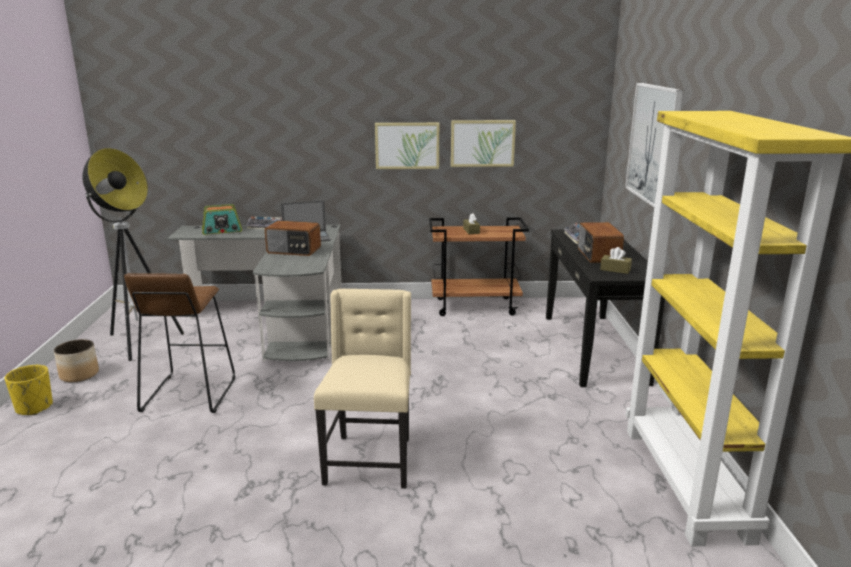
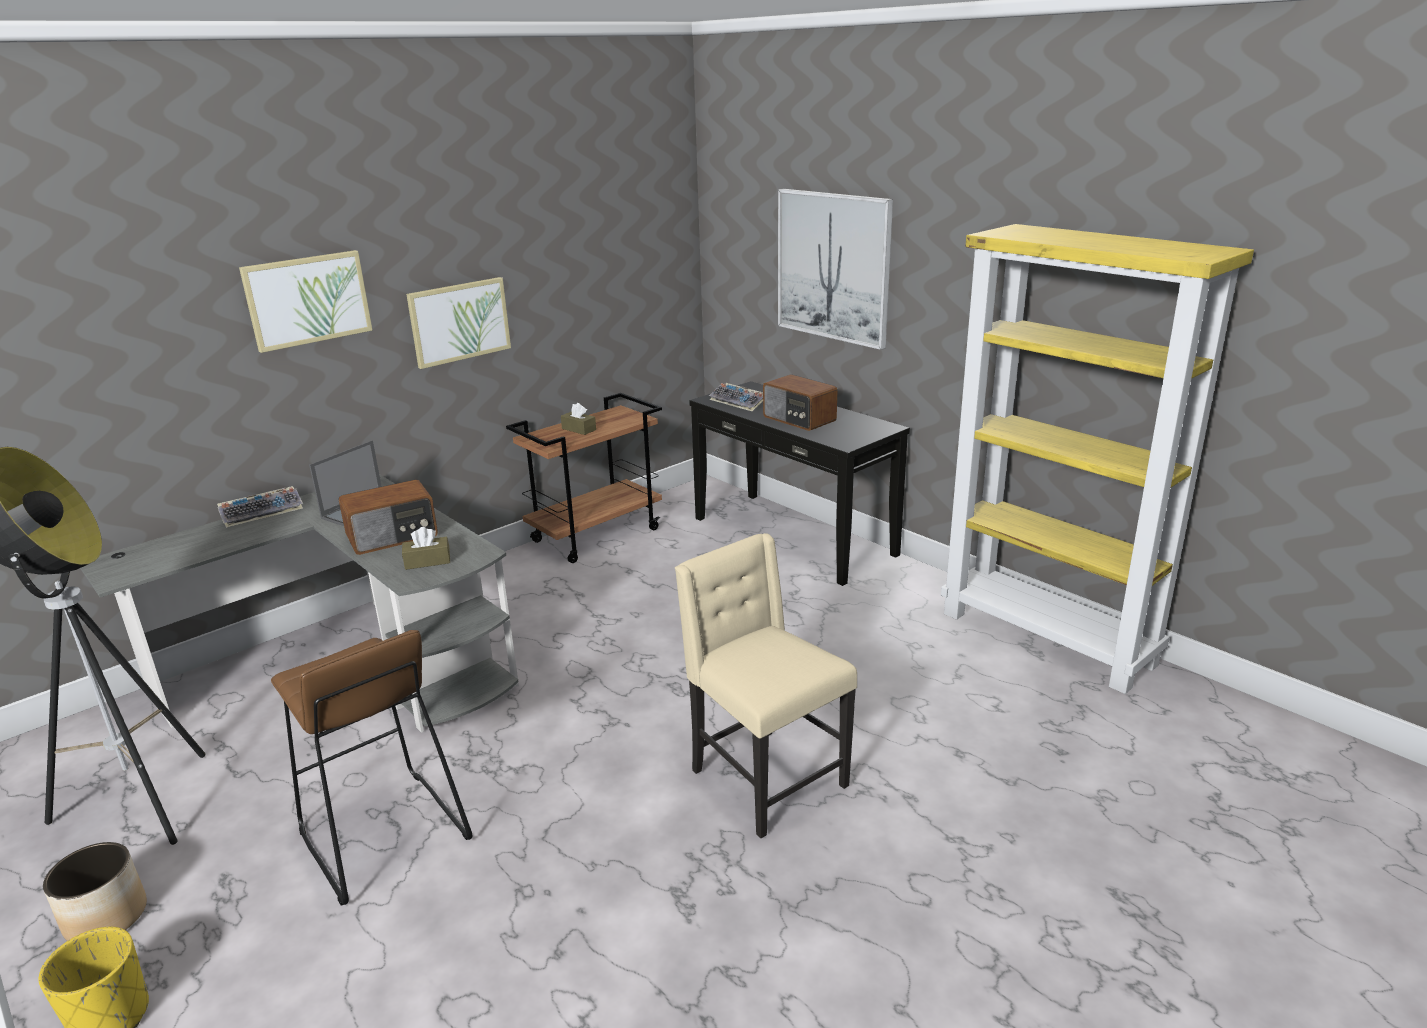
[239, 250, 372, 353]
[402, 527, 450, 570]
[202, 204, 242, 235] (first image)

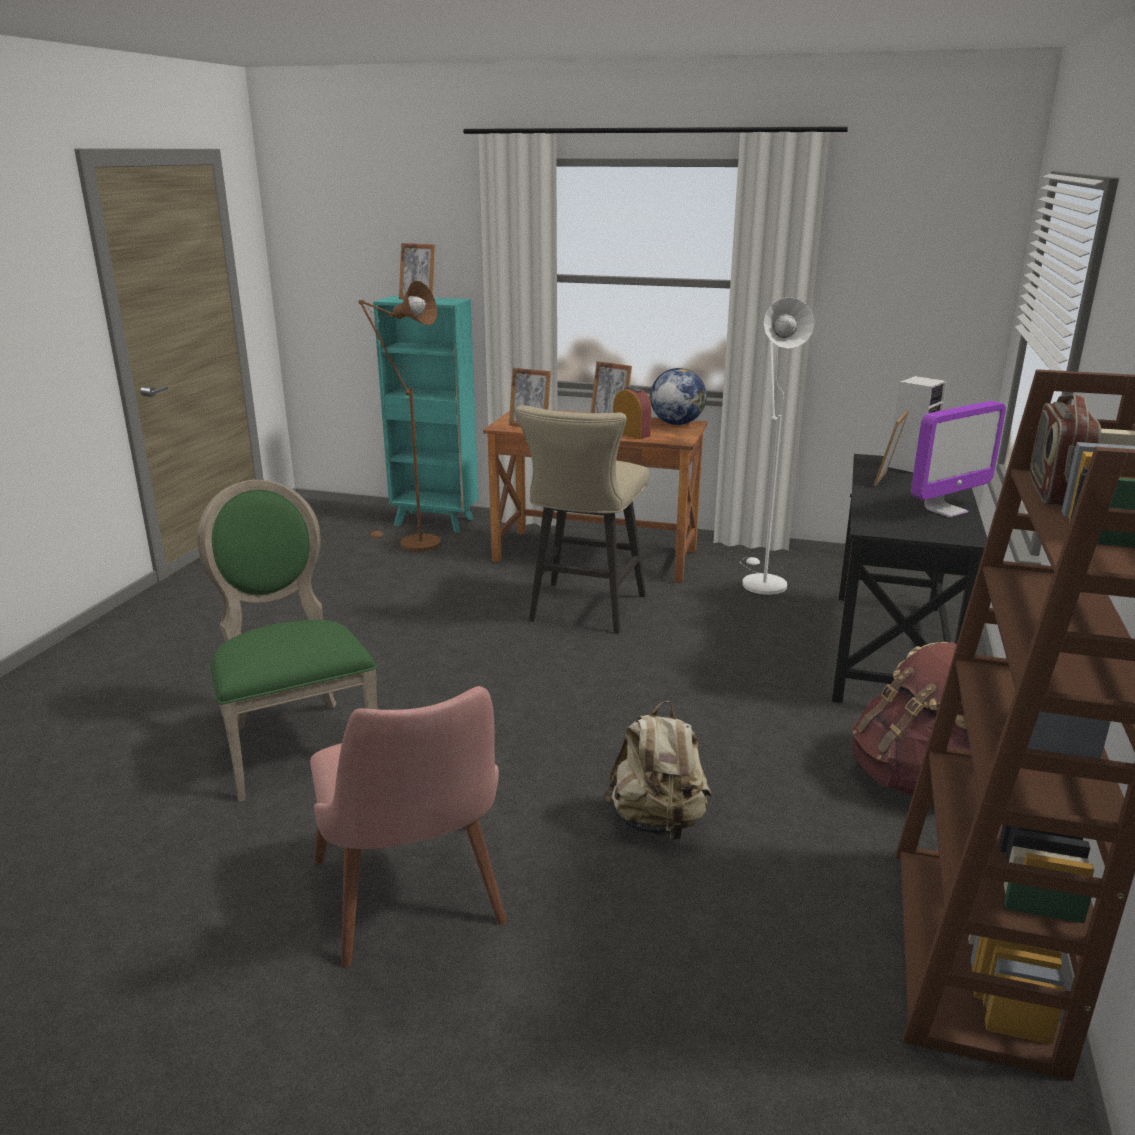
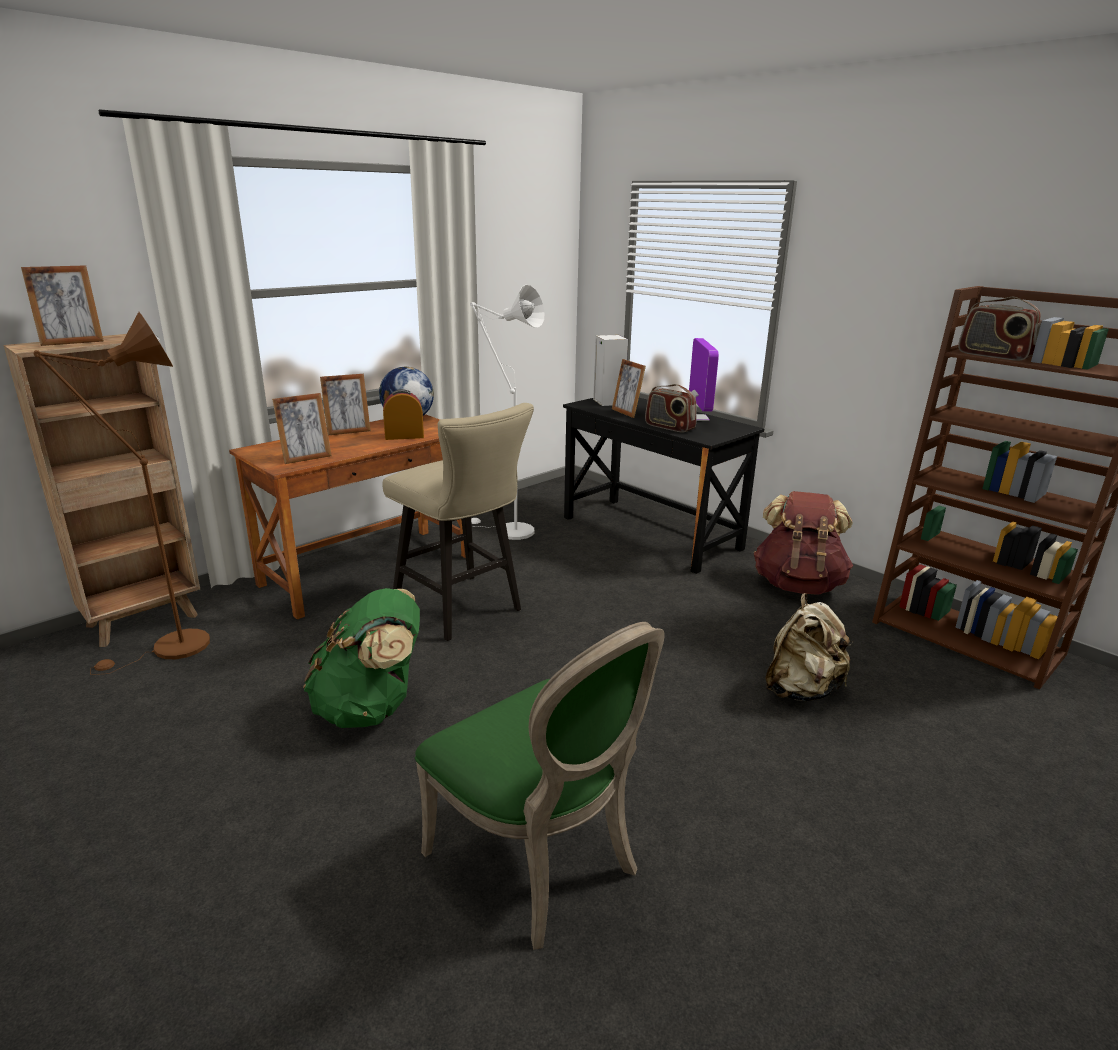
[3, 334, 200, 647]
[303, 588, 420, 728]
[415, 622, 665, 950]
[645, 384, 697, 433]
[310, 686, 507, 968] (first image)

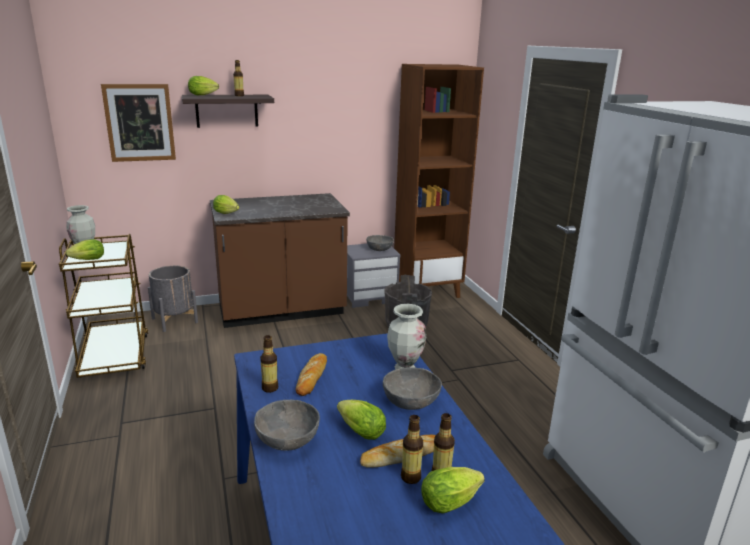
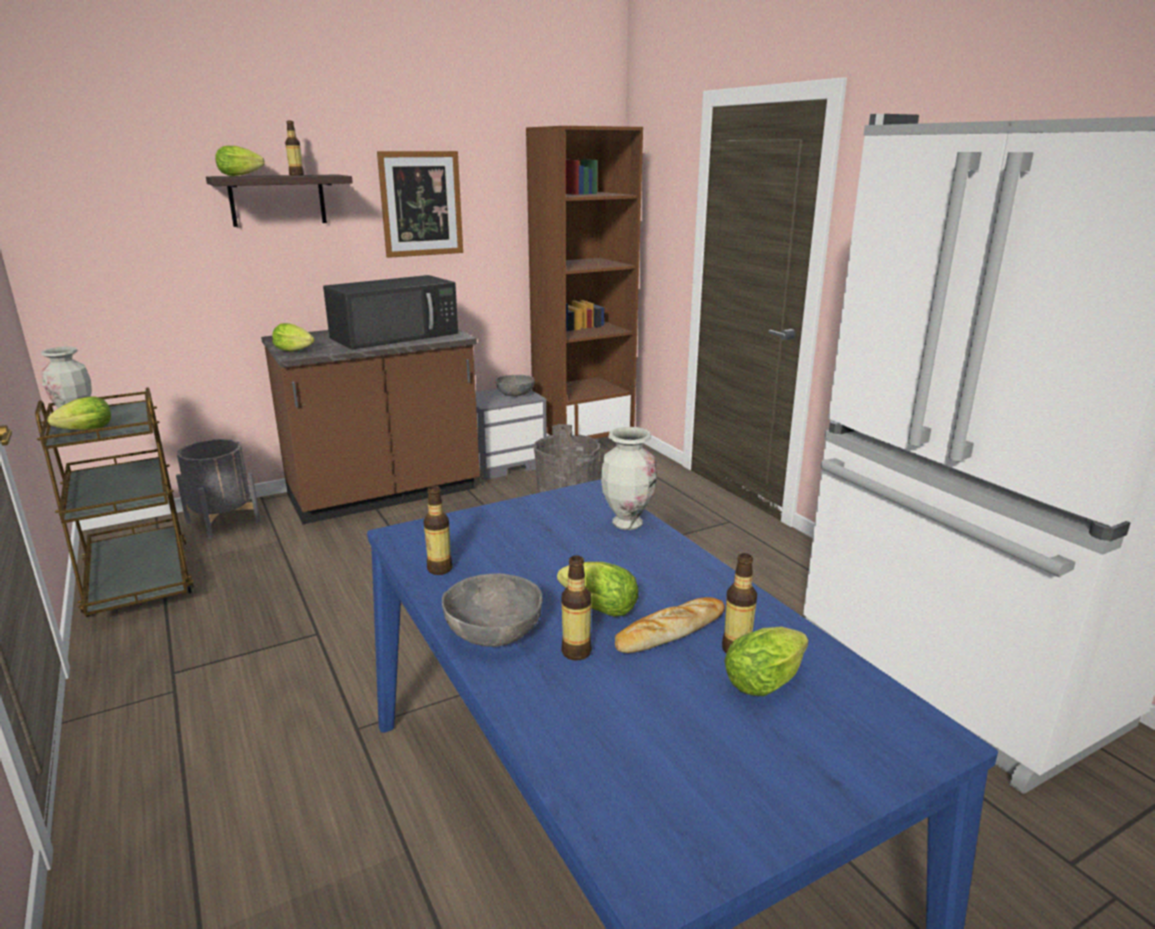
[323, 275, 458, 350]
[377, 151, 463, 258]
[561, 555, 592, 660]
[296, 353, 327, 396] (first image)
[383, 367, 442, 410] (first image)

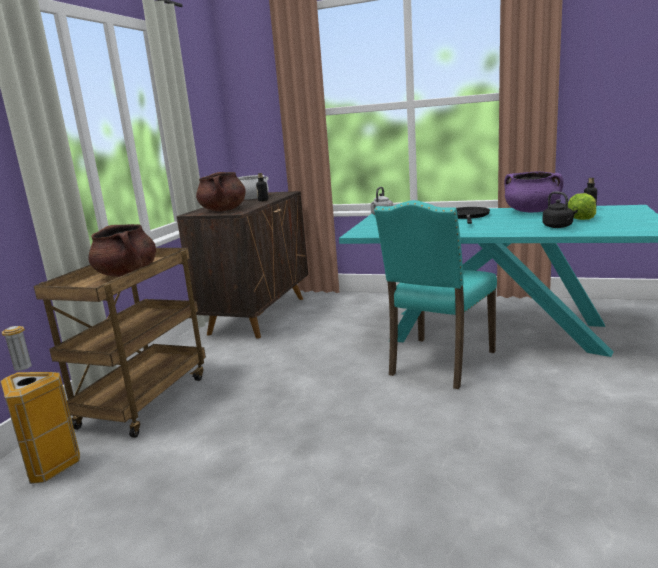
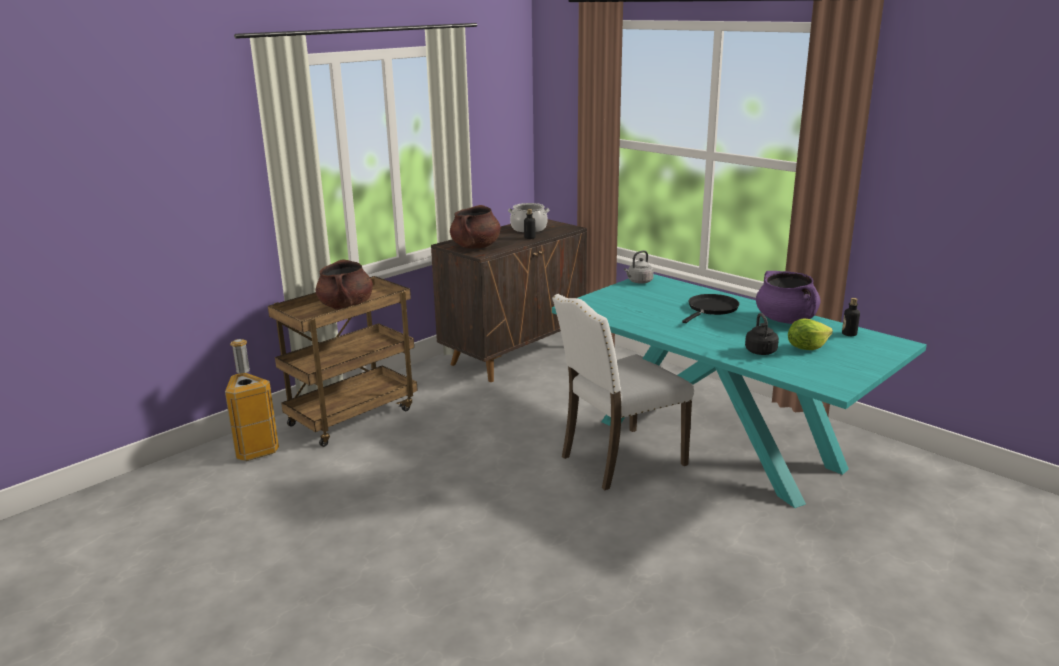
[552, 294, 694, 490]

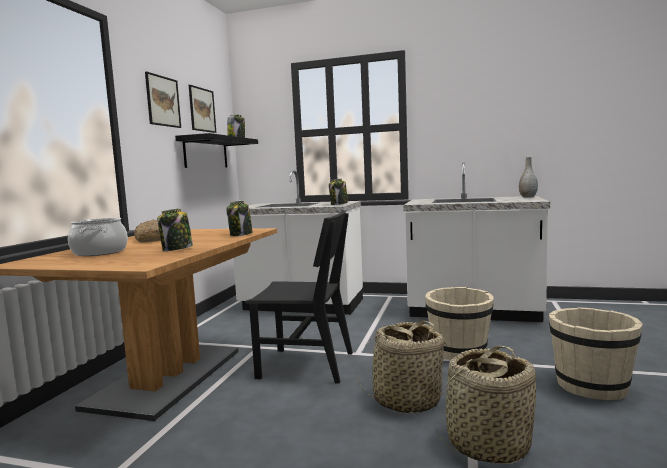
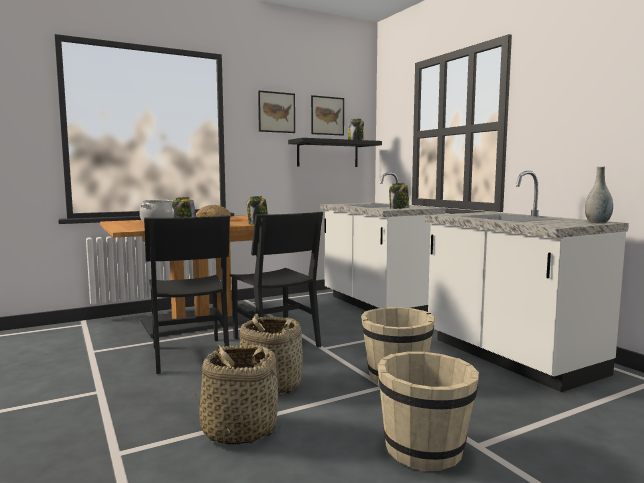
[144, 215, 230, 374]

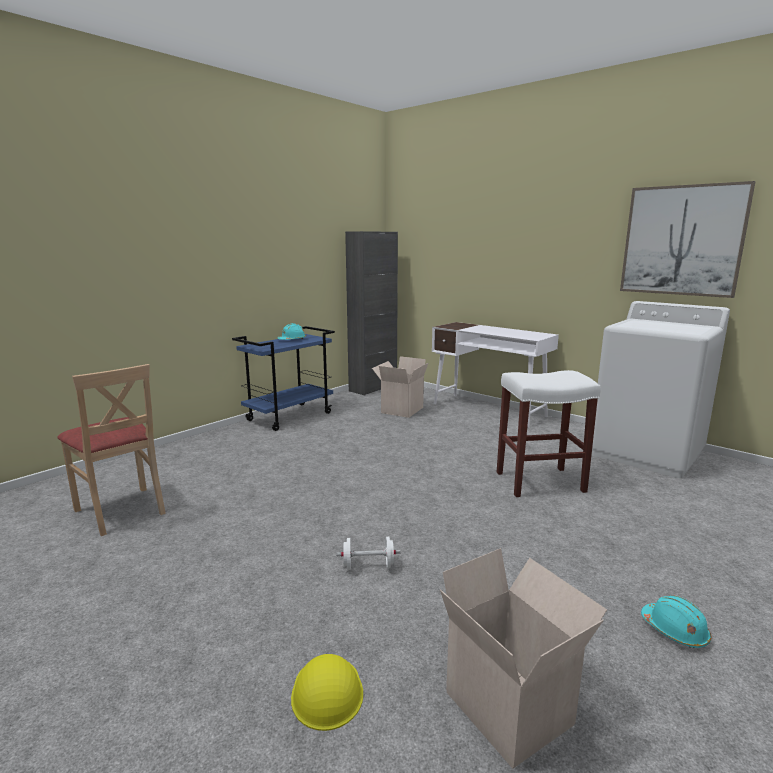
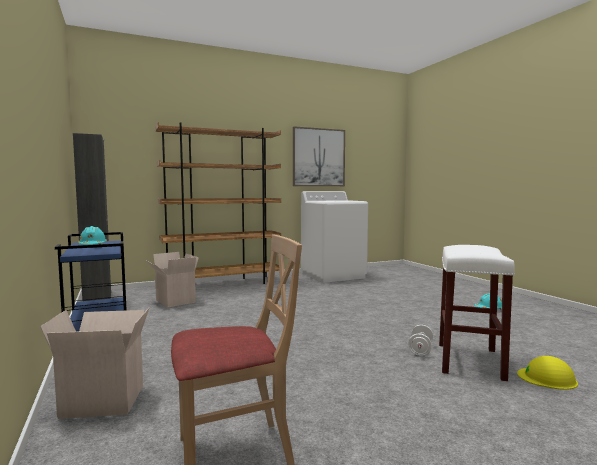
[40, 307, 150, 419]
[155, 122, 281, 284]
[439, 245, 515, 381]

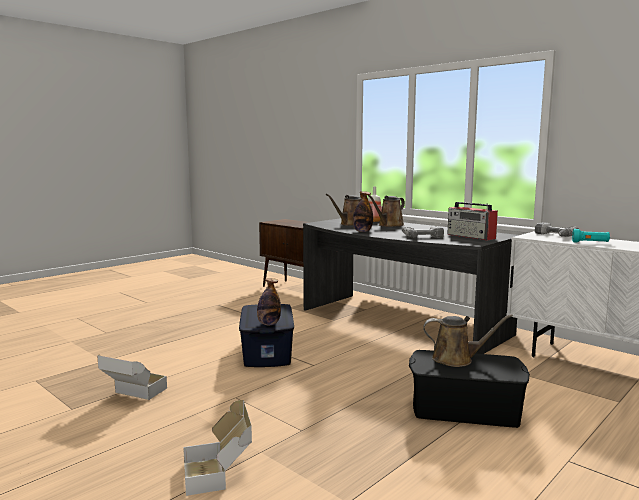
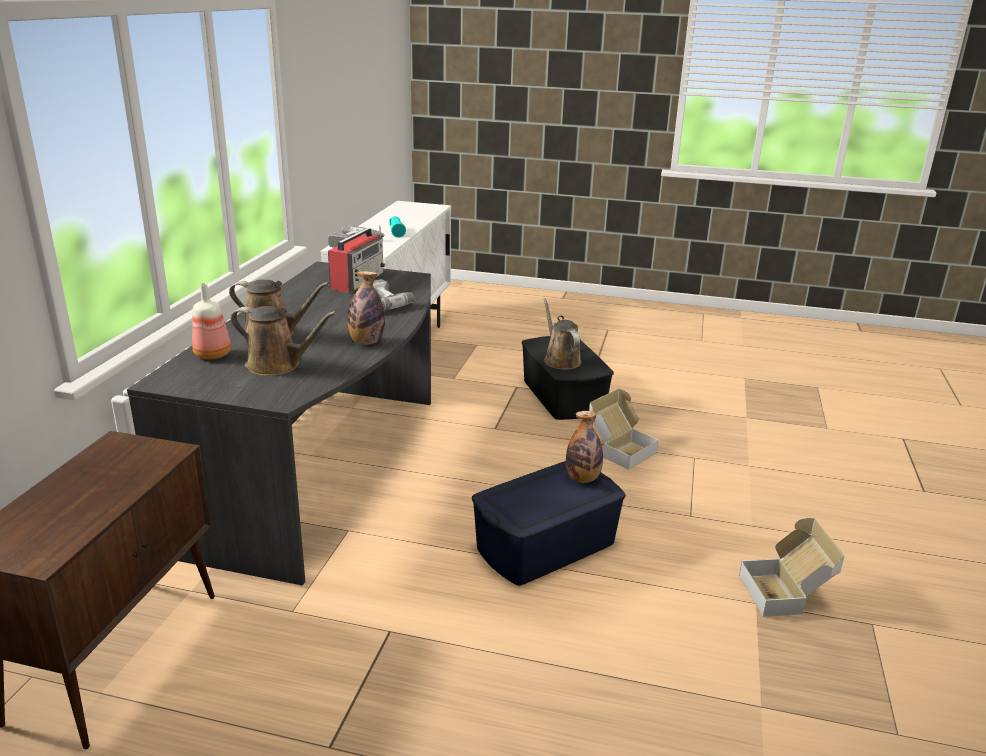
[589, 389, 658, 470]

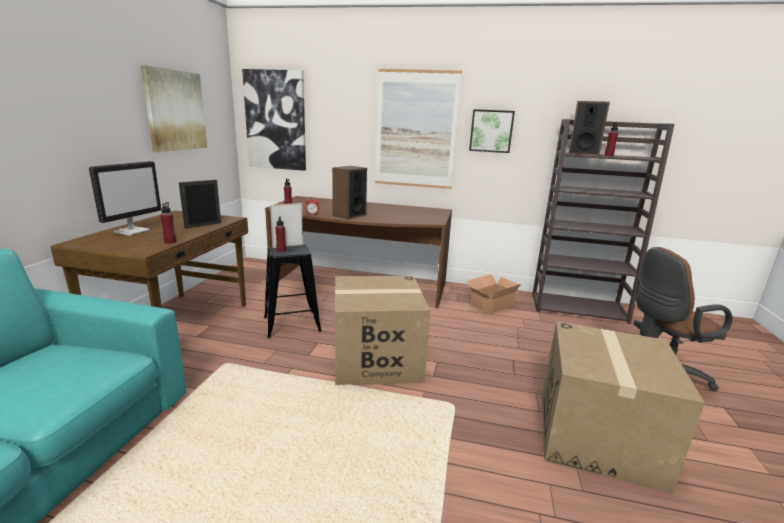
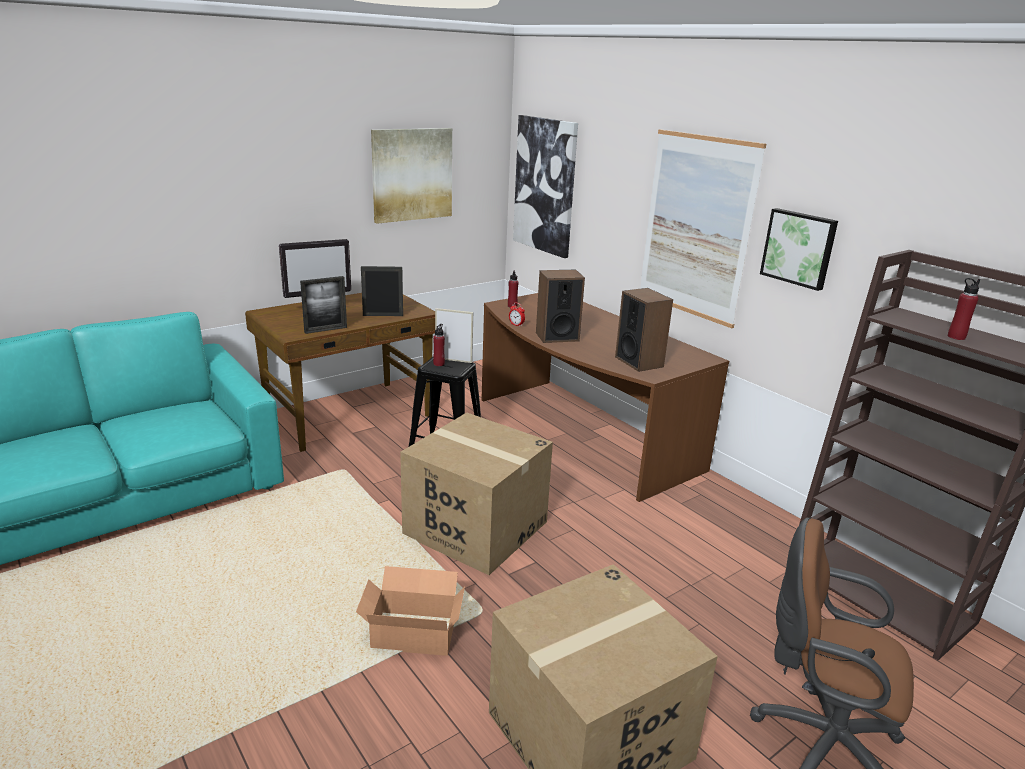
[300, 276, 347, 334]
[356, 566, 465, 656]
[615, 288, 673, 372]

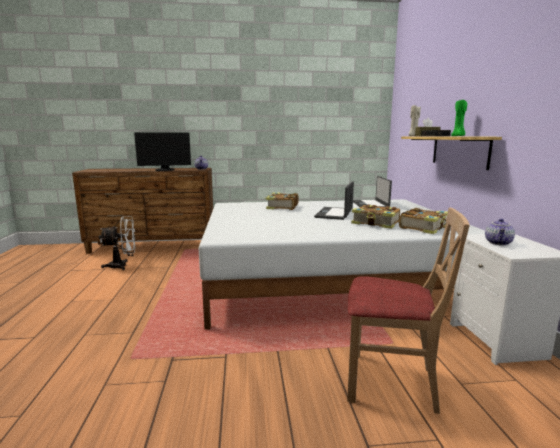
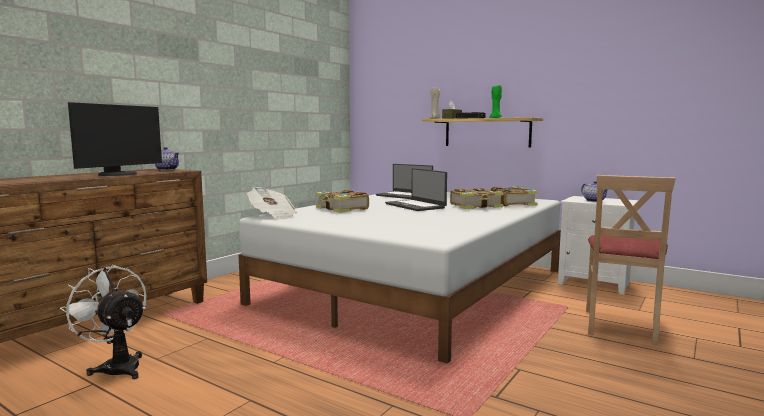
[60, 265, 146, 379]
[247, 187, 297, 220]
[586, 175, 676, 345]

